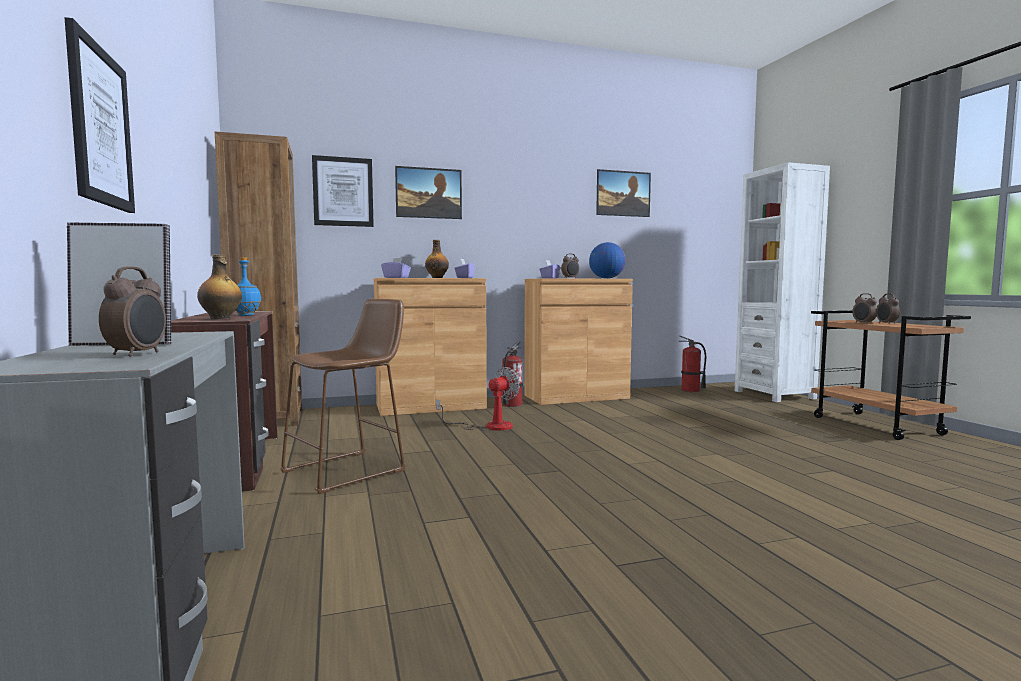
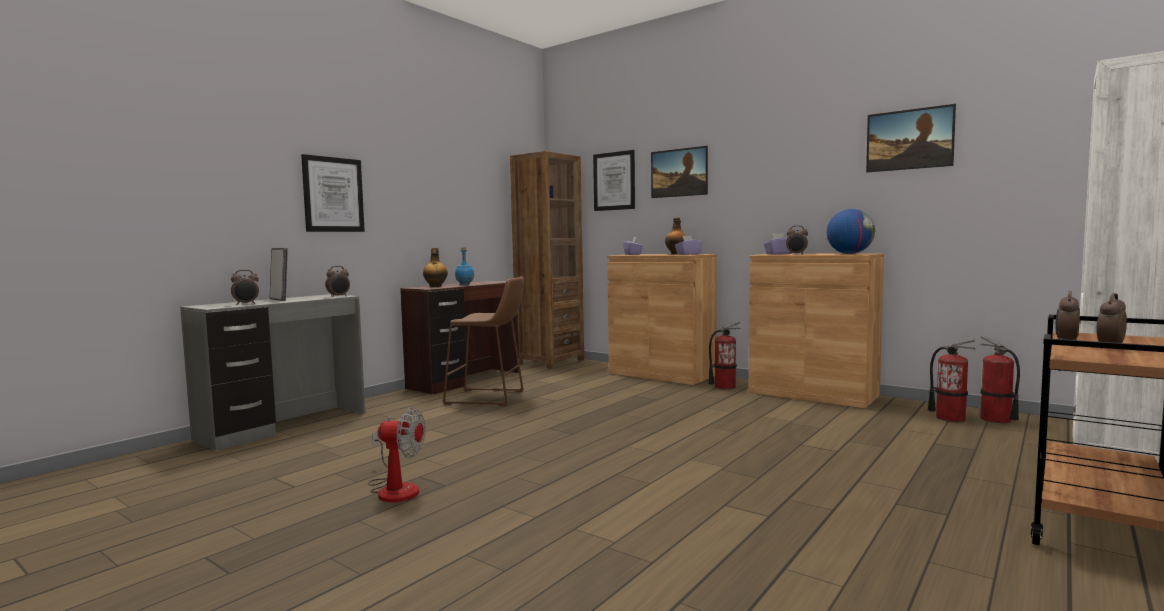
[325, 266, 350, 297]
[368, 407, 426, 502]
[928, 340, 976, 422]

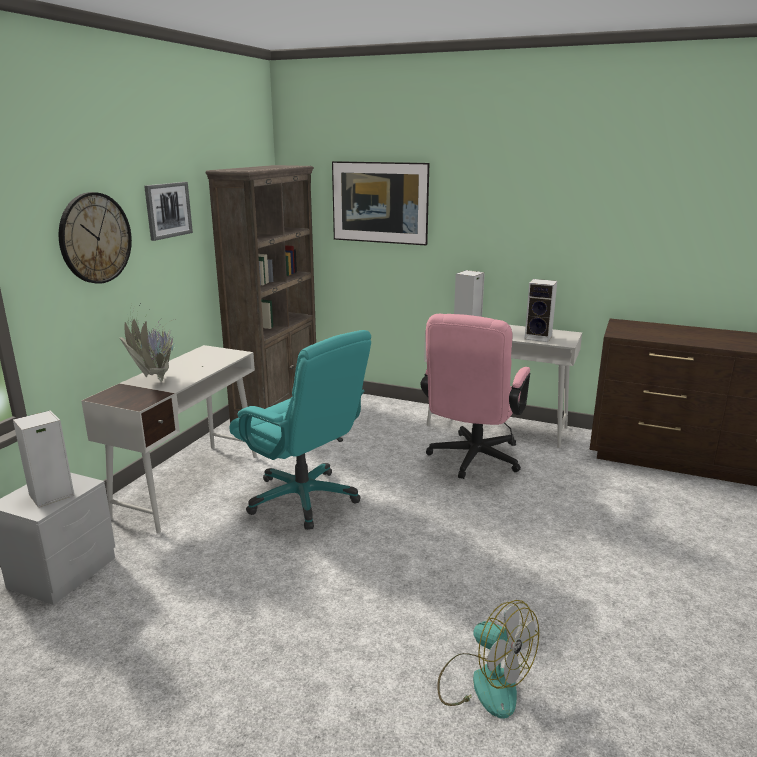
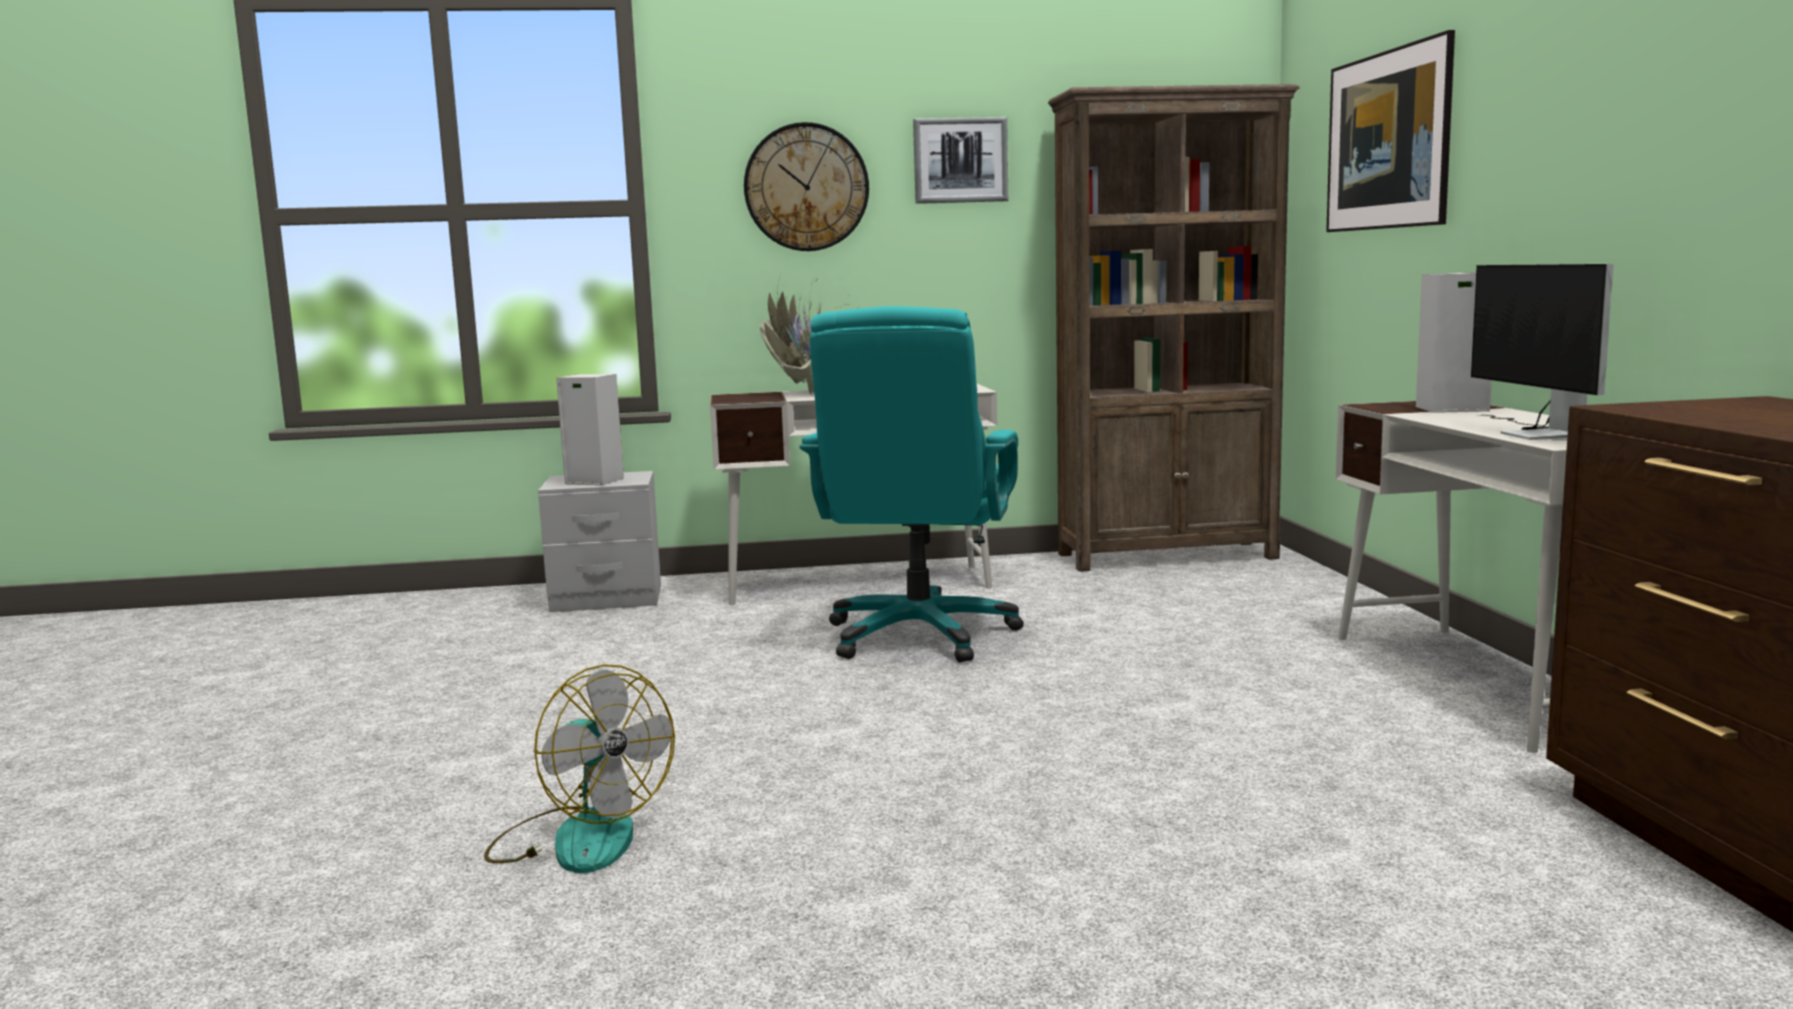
[484, 664, 675, 873]
[1471, 264, 1614, 440]
[420, 314, 530, 479] (first image)

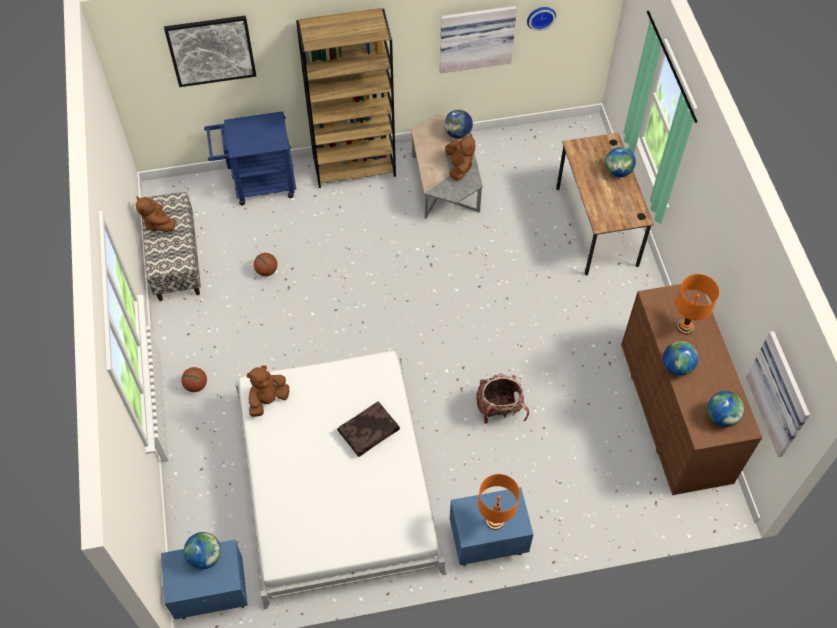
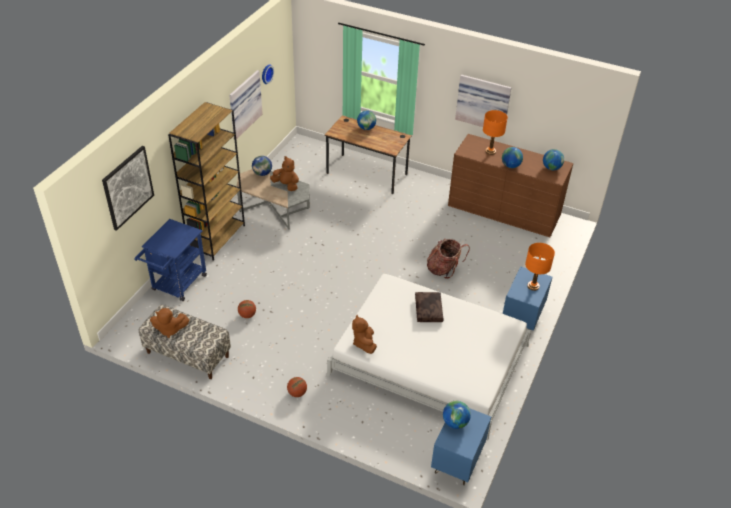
[455, 75, 511, 127]

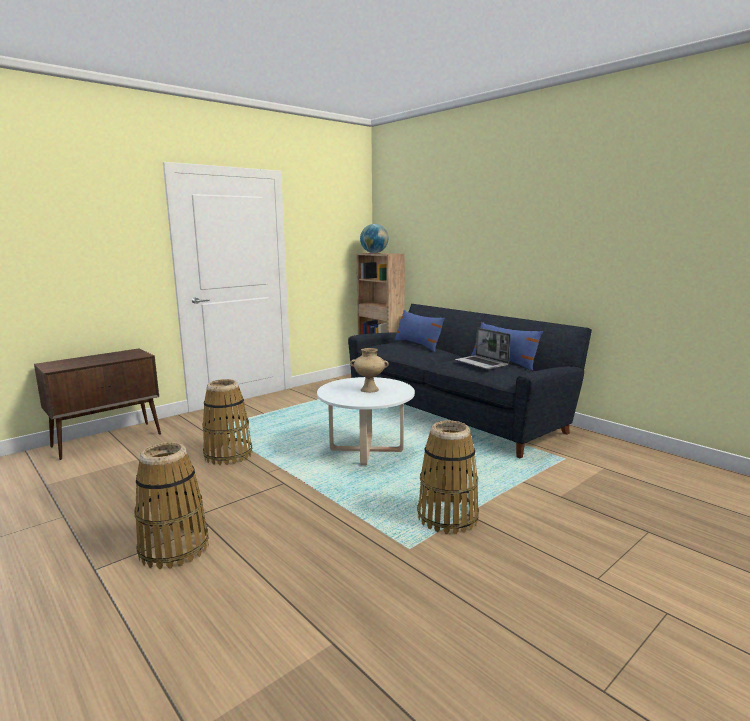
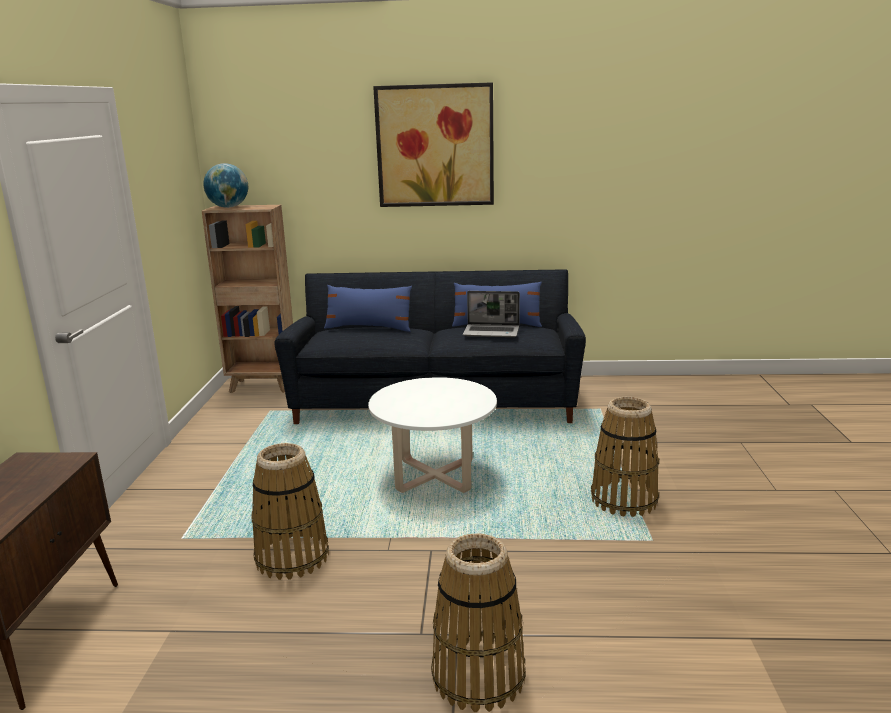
[373, 82, 494, 207]
[350, 348, 389, 393] (first image)

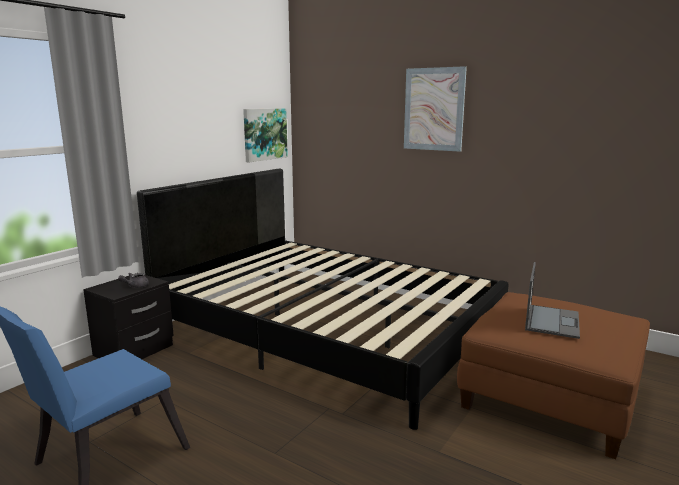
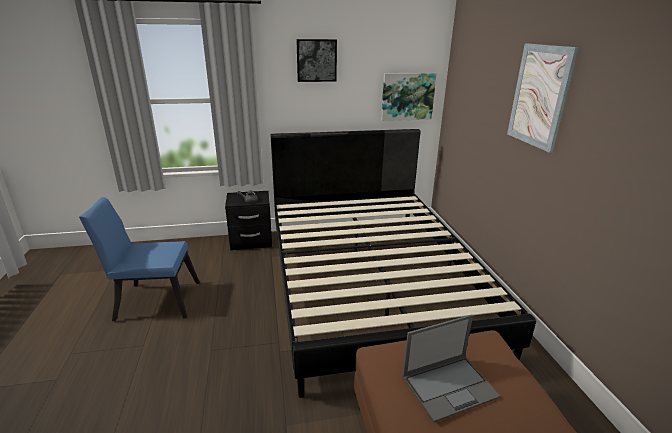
[296, 39, 337, 82]

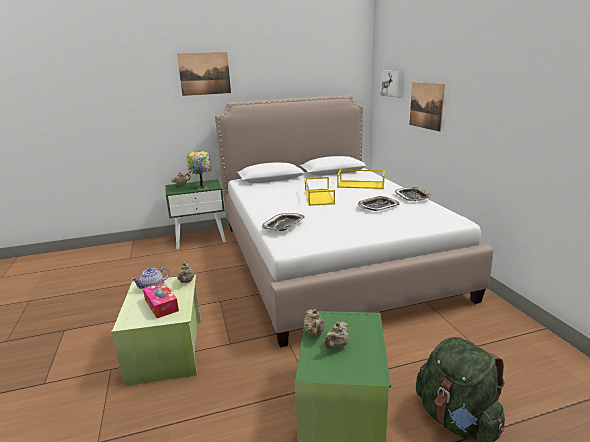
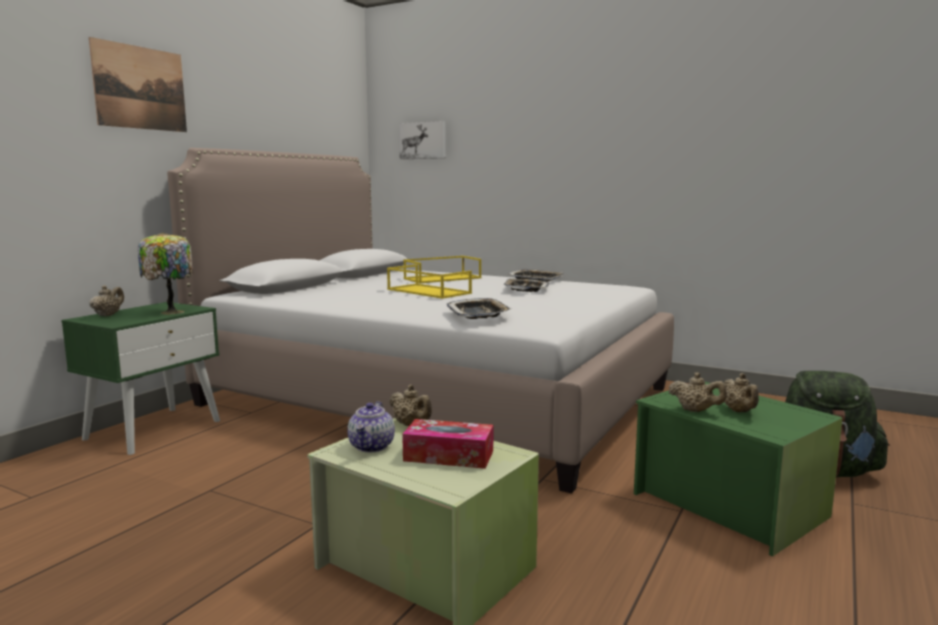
[410, 82, 445, 132] (first image)

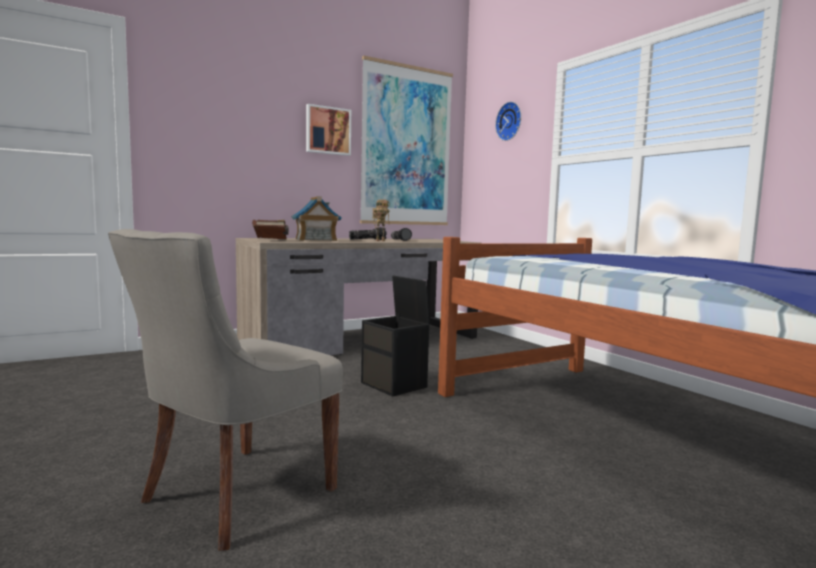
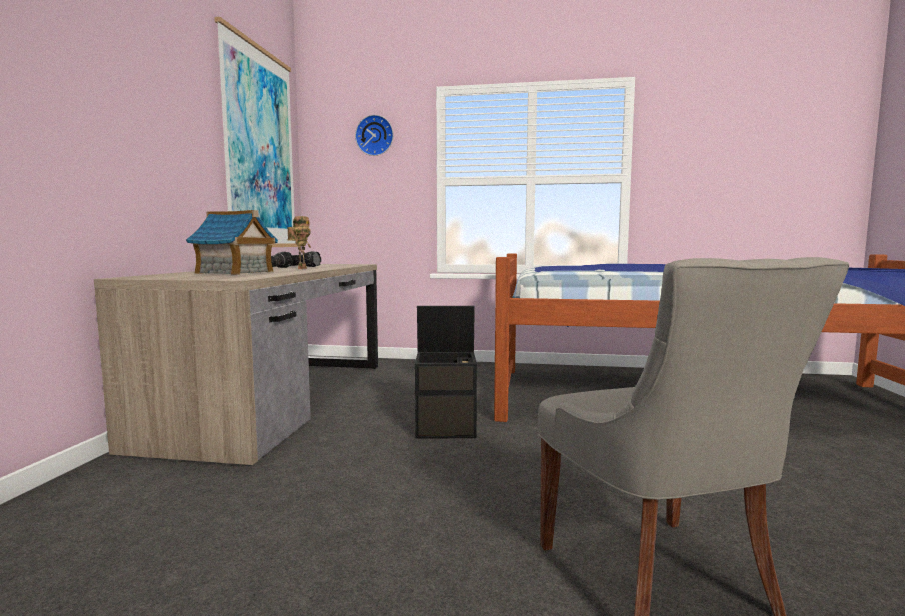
[252, 220, 289, 239] (first image)
[306, 104, 351, 156] (first image)

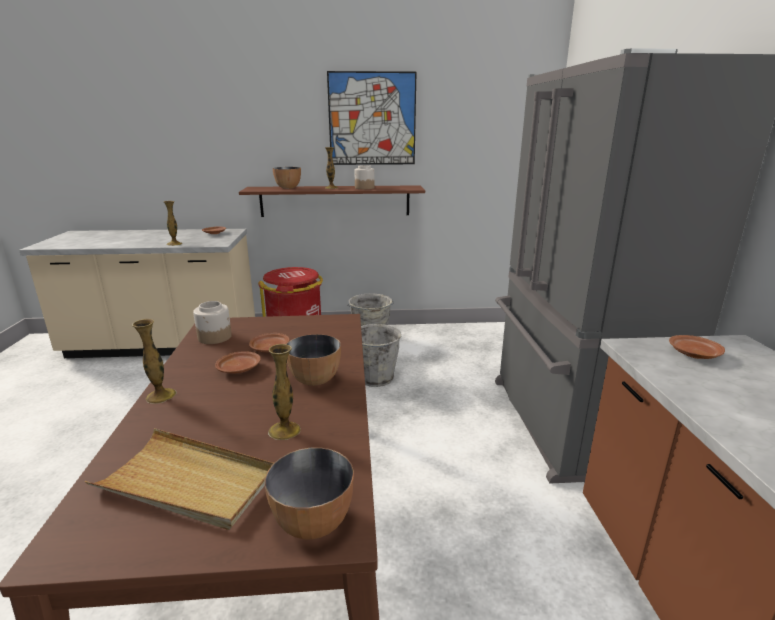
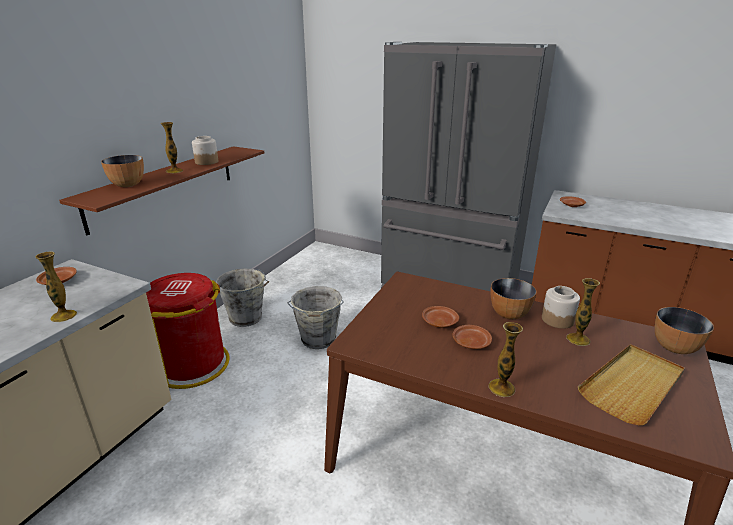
[542, 286, 580, 329]
[327, 71, 417, 165] (first image)

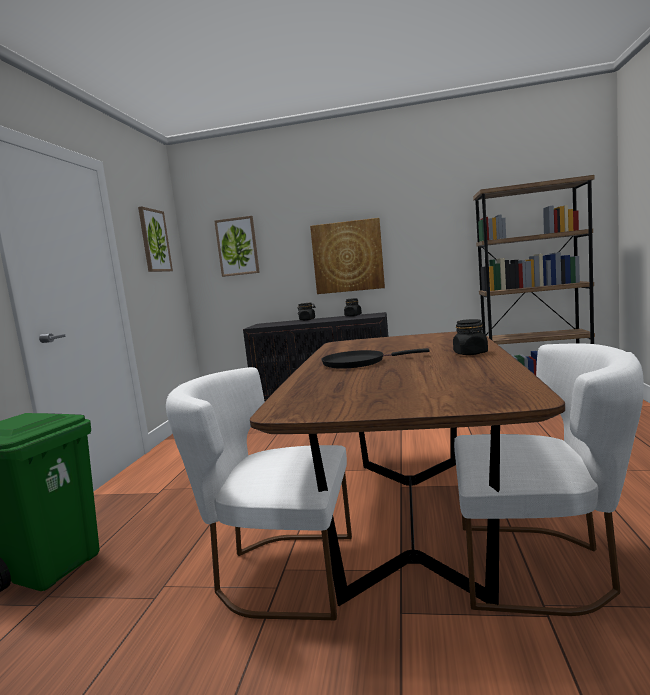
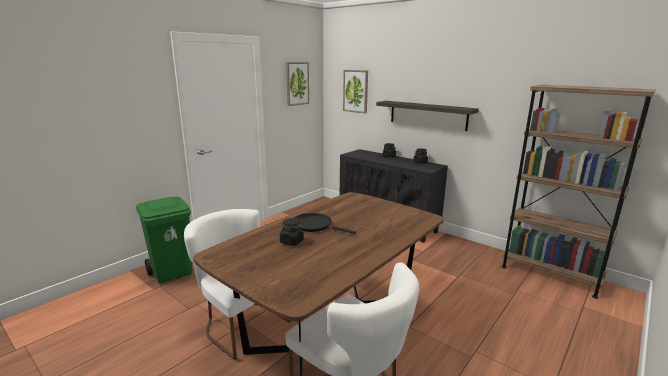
[280, 218, 304, 246]
[376, 101, 479, 131]

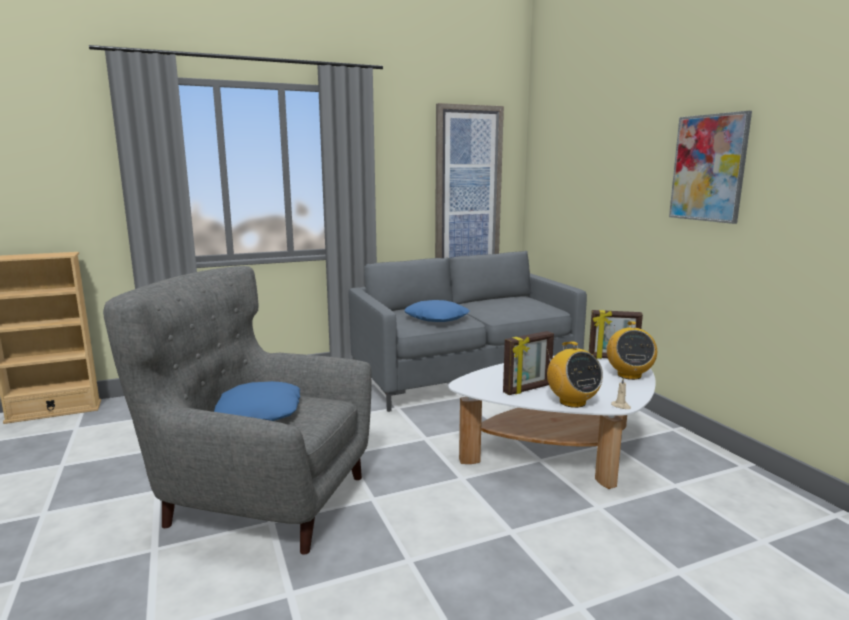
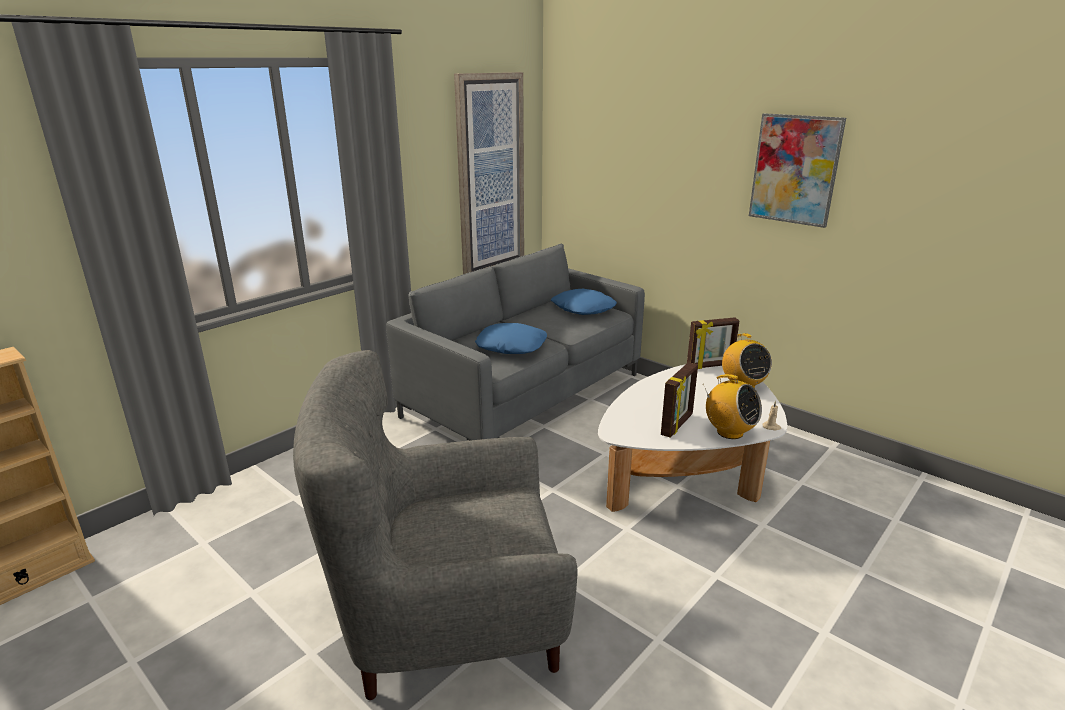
[551, 289, 617, 315]

